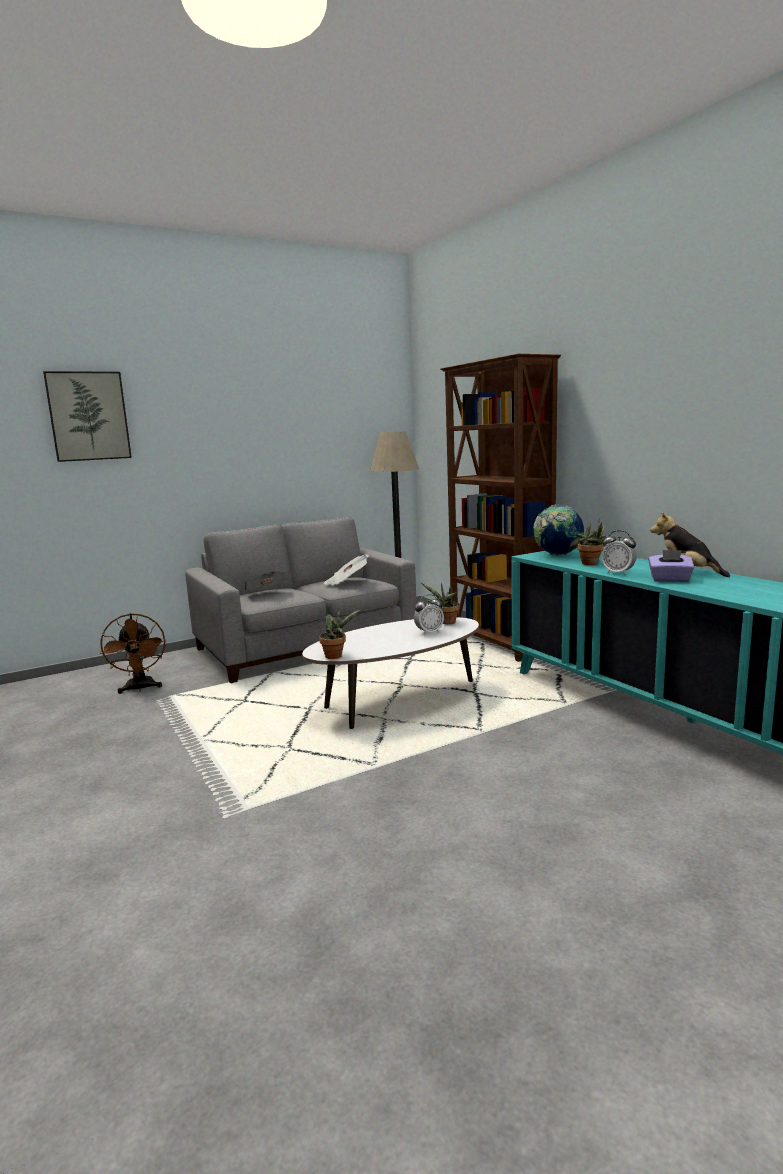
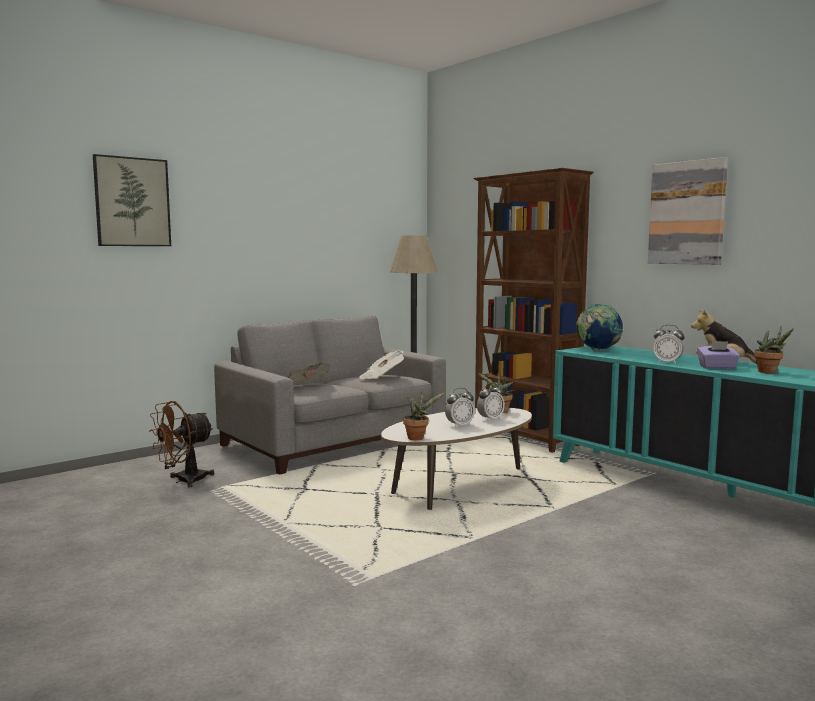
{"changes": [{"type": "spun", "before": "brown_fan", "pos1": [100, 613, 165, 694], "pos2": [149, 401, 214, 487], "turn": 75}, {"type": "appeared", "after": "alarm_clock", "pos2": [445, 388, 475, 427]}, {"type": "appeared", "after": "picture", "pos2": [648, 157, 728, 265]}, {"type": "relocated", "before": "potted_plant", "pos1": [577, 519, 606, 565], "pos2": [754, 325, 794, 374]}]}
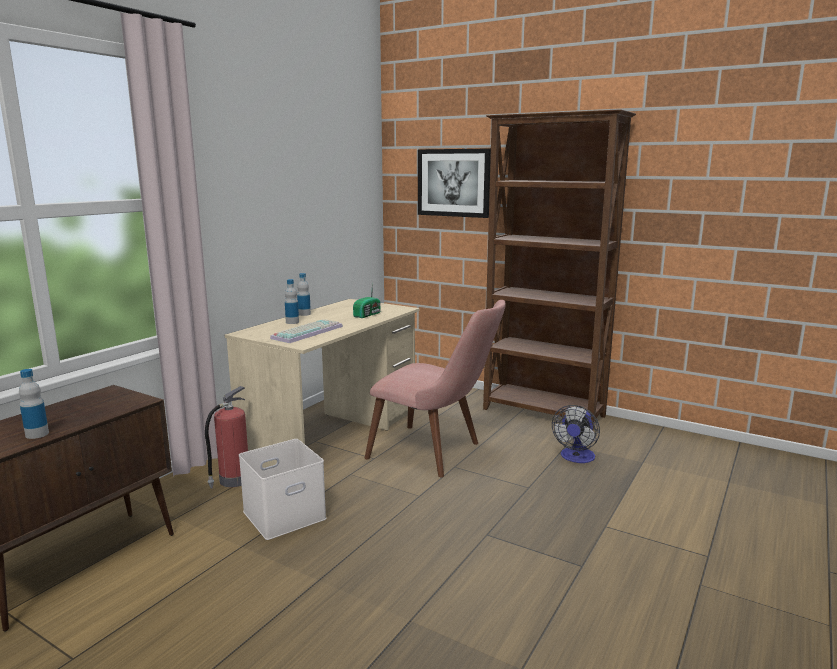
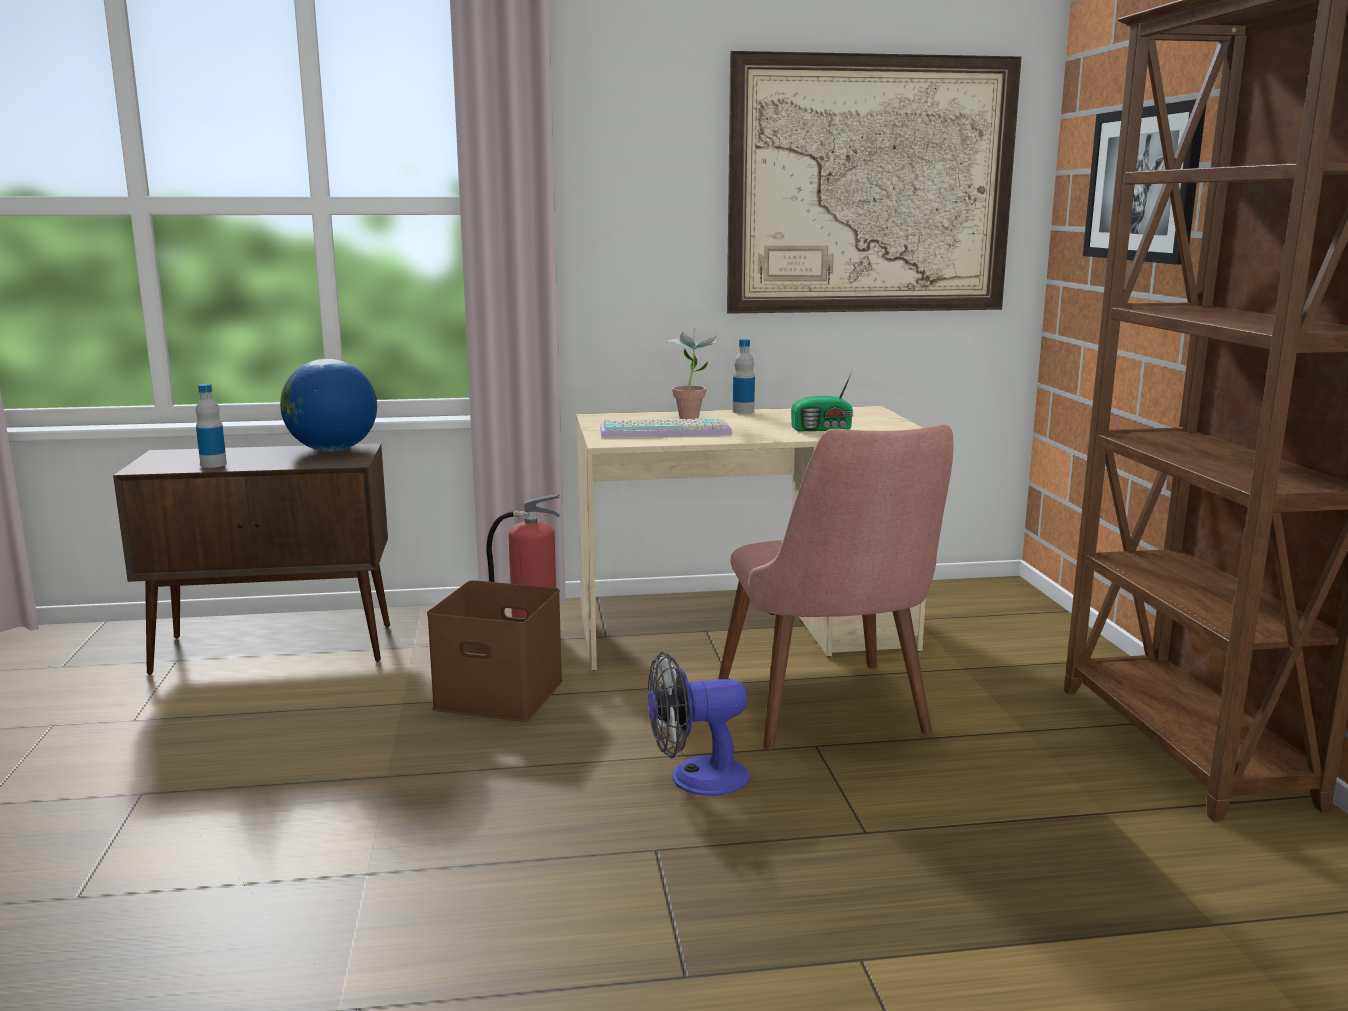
{"changes": [{"type": "appeared", "after": "globe", "pos2": [280, 359, 377, 452]}, {"type": "colour", "before": "white_storage_box", "after": "brown_storage_box", "pos1": [239, 439, 326, 540], "pos2": [427, 580, 563, 722]}, {"type": "relocated", "before": "fan", "pos1": [552, 405, 600, 463], "pos2": [648, 652, 750, 796]}, {"type": "exchanged", "before": "bottle", "after": "potted_plant", "pos1": [285, 279, 299, 324], "pos2": [667, 329, 717, 420]}, {"type": "appeared", "after": "picture", "pos2": [727, 51, 1022, 314]}]}
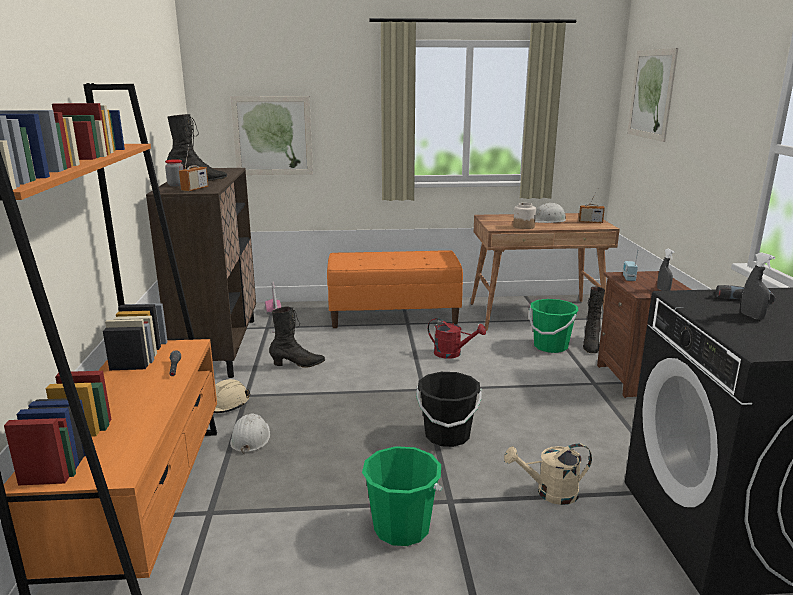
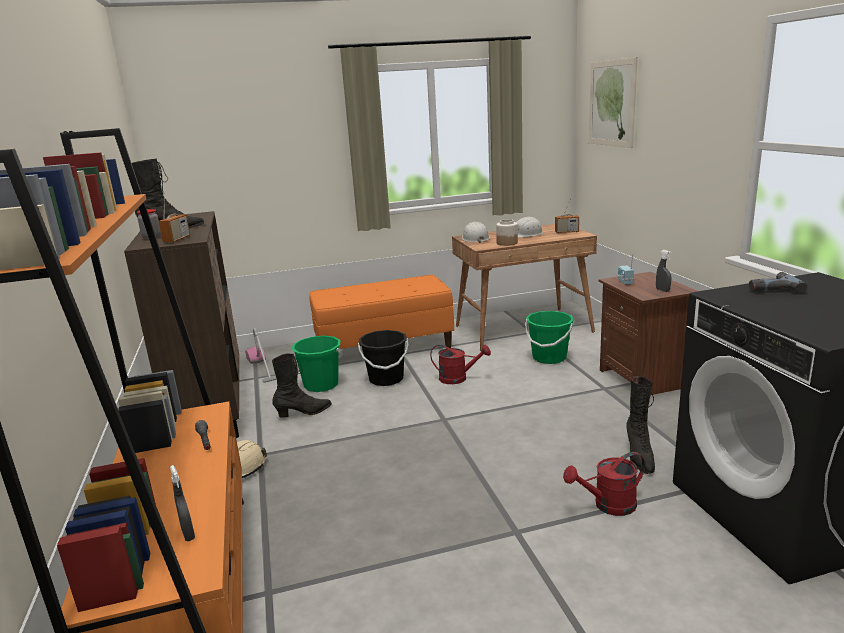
{"changes": [{"type": "relocated", "before": "grey_spray_bottle", "pos1": [741, 252, 775, 320], "pos2": [170, 465, 195, 541]}, {"type": "relocated", "before": "green_bucket", "pos1": [362, 446, 443, 546], "pos2": [292, 336, 343, 392]}, {"type": "relocated", "before": "black_bucket", "pos1": [416, 372, 481, 447], "pos2": [358, 330, 408, 386]}, {"type": "relocated", "before": "white_hard_hat", "pos1": [230, 414, 270, 454], "pos2": [462, 222, 490, 243]}, {"type": "colour", "before": "beige_watering_can", "after": "red_watering_can", "pos1": [504, 443, 592, 505], "pos2": [563, 452, 645, 516]}, {"type": "relocated", "before": "black_boot", "pos1": [583, 287, 605, 353], "pos2": [627, 376, 655, 474]}, {"type": "missing", "before": "picture", "pos1": [231, 96, 313, 175]}]}
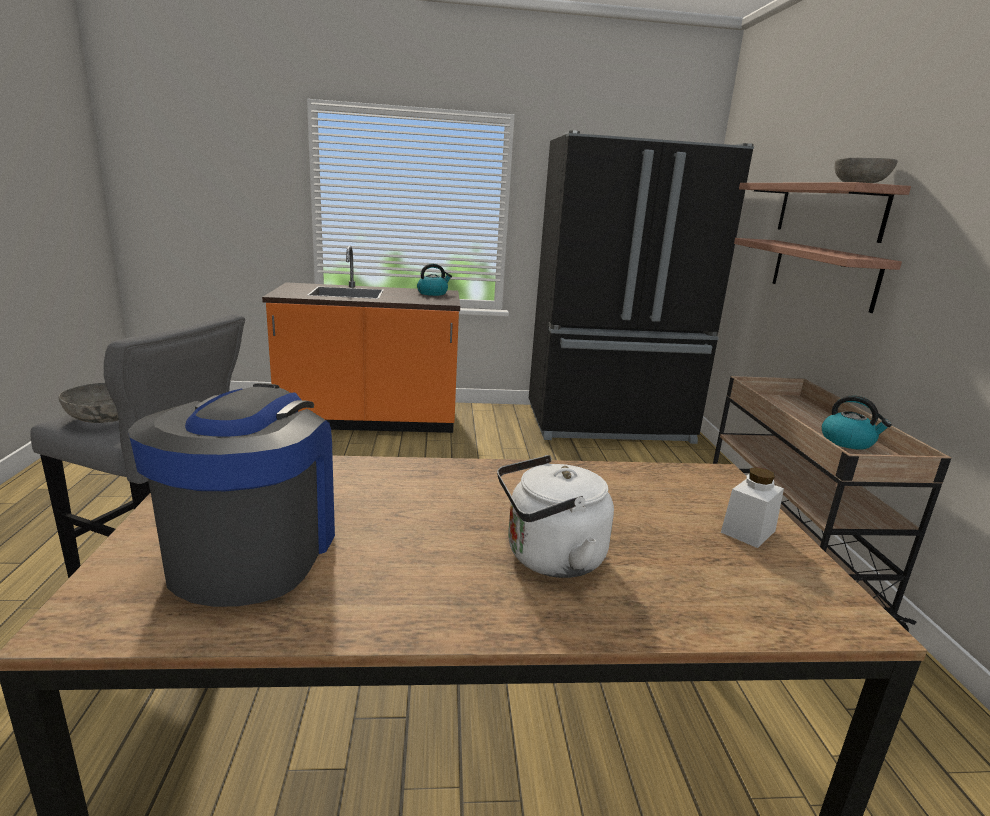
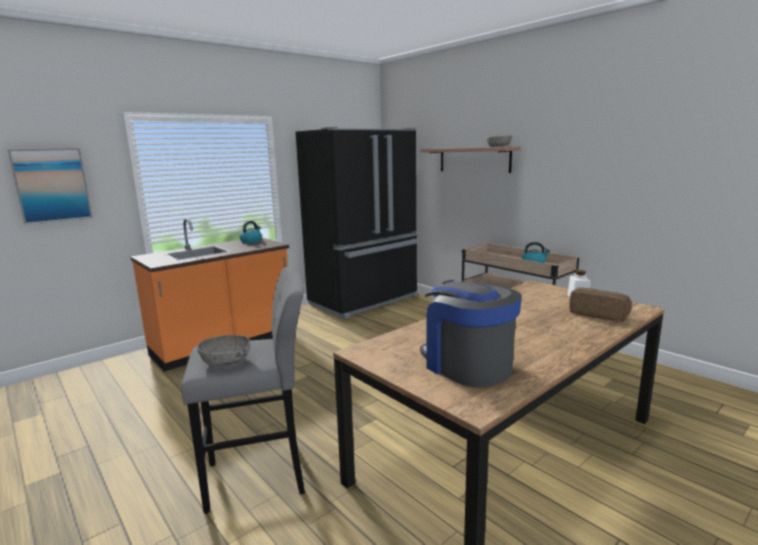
{"changes": [{"type": "appeared", "after": "picture", "pos2": [7, 148, 93, 225]}, {"type": "appeared", "after": "bread", "pos2": [569, 288, 632, 322]}, {"type": "missing", "before": "white_kettle", "pos1": [497, 455, 614, 578]}, {"type": "missing", "before": "shelf", "pos1": [734, 238, 902, 313]}]}
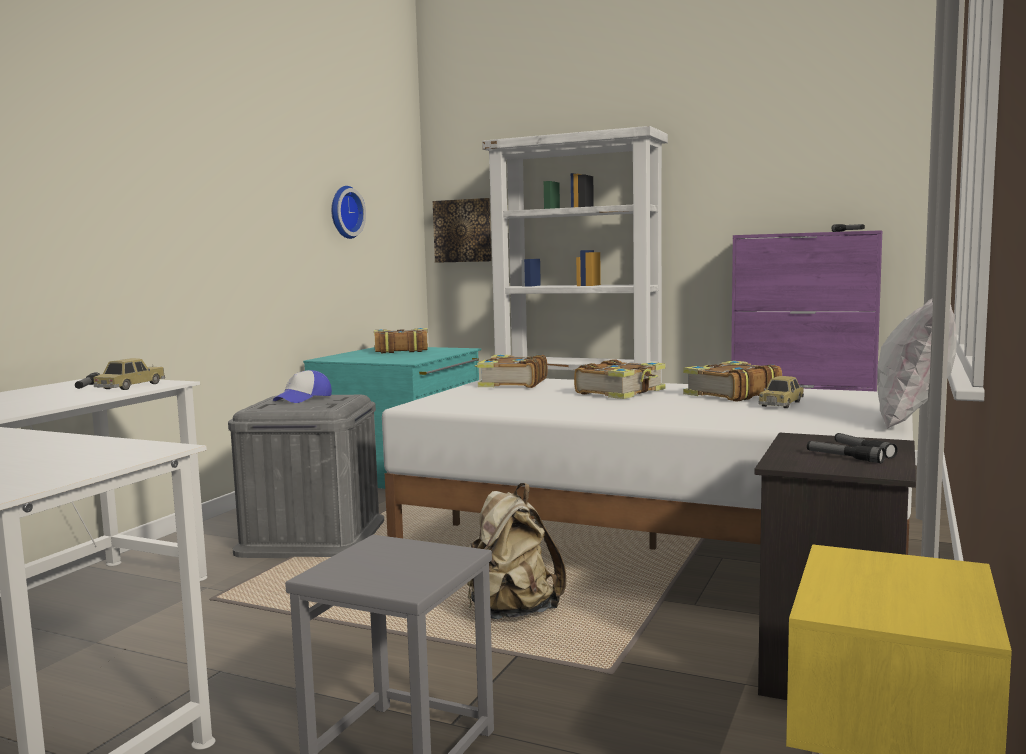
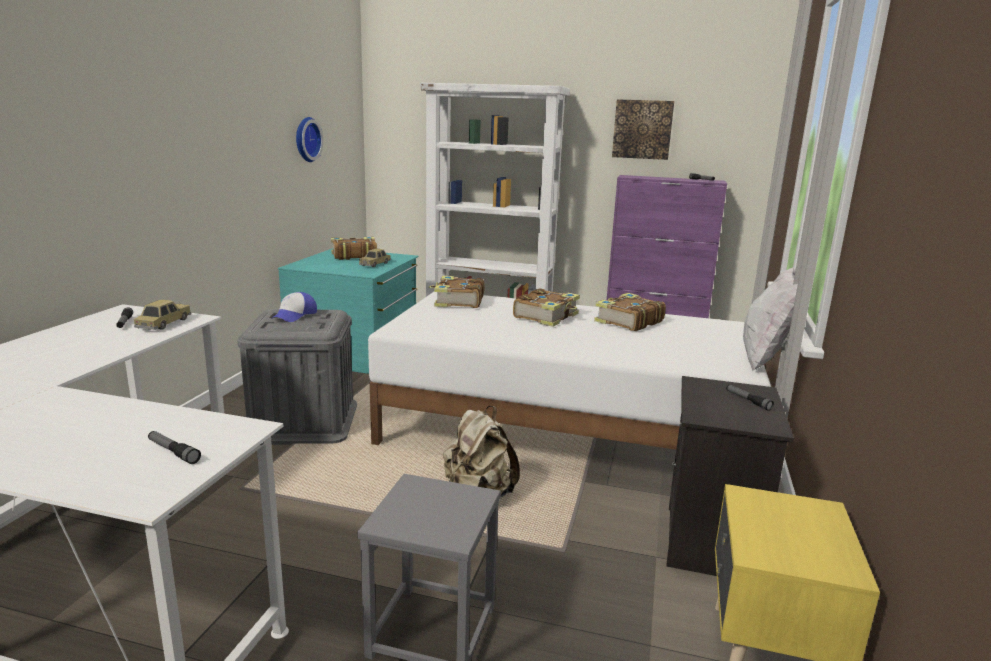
{"changes": [{"type": "relocated", "before": "flashlight", "pos1": [807, 441, 885, 463], "pos2": [148, 431, 201, 464]}, {"type": "relocated", "before": "toy_car", "pos1": [759, 376, 804, 408], "pos2": [359, 249, 391, 267]}, {"type": "relocated", "before": "picture", "pos1": [433, 198, 492, 263], "pos2": [612, 99, 674, 160]}]}
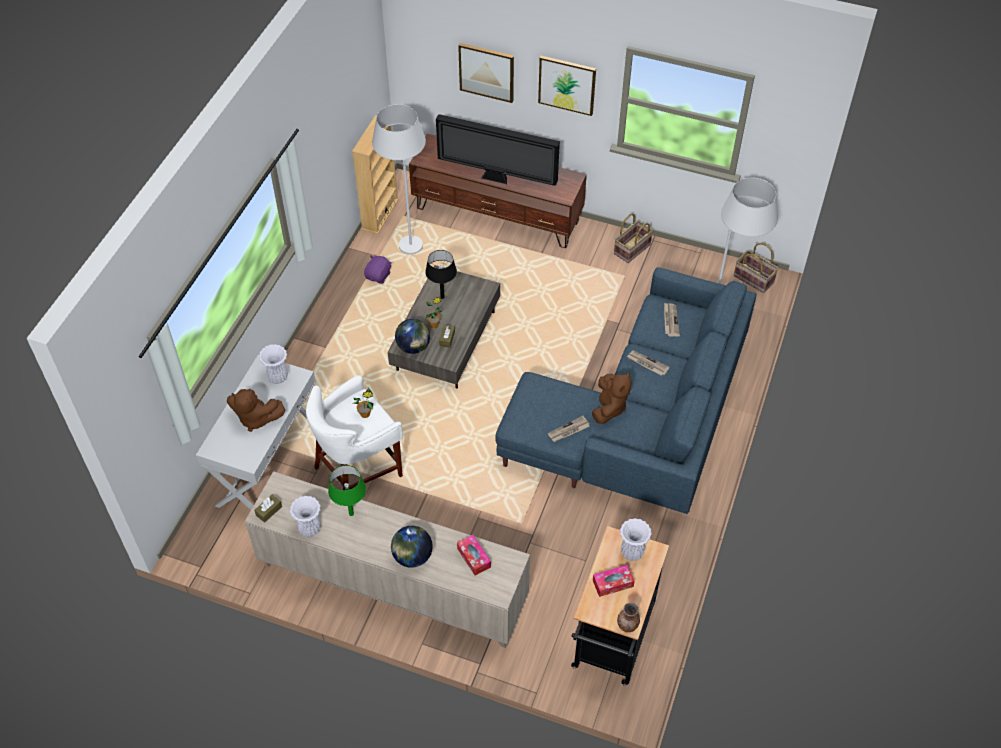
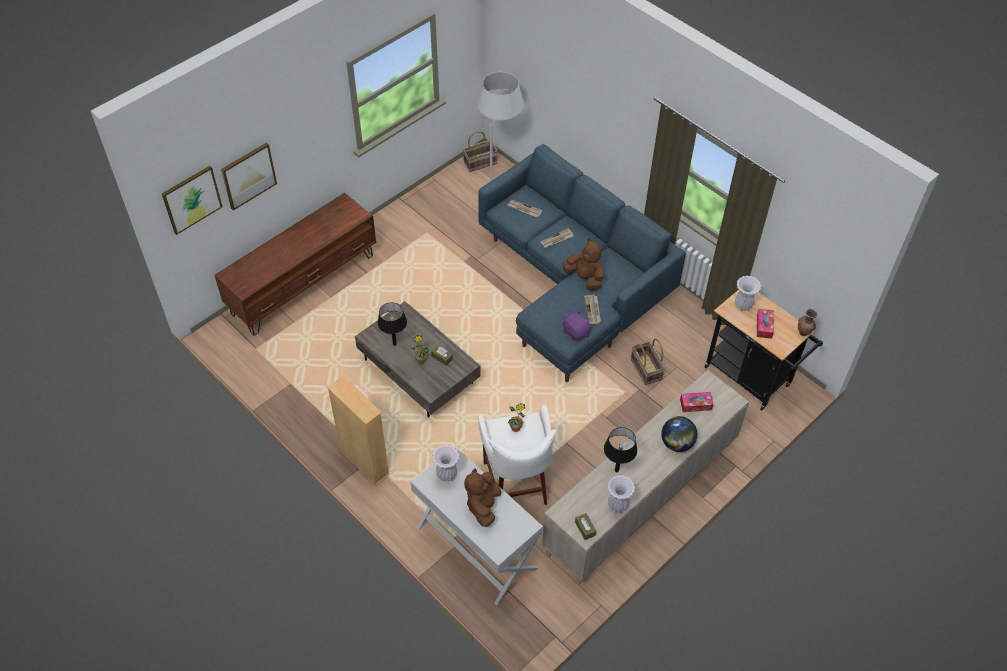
{"changes": [{"type": "relocated", "before": "picture", "pos1": [538, 56, 596, 116], "pos2": [162, 166, 222, 235]}, {"type": "relocated", "before": "beige_bookcase", "pos1": [352, 116, 399, 234], "pos2": [327, 376, 390, 485]}, {"type": "spun", "before": "brown_plush_toy", "pos1": [227, 389, 286, 432], "pos2": [464, 468, 502, 527], "turn": 150}, {"type": "relocated", "before": "purple_plush_toy", "pos1": [364, 255, 391, 284], "pos2": [562, 311, 591, 341]}, {"type": "colour", "before": "green_table_lamp", "after": "black_table_lamp", "pos1": [328, 465, 366, 516], "pos2": [604, 427, 637, 472]}, {"type": "relocated", "before": "basket", "pos1": [614, 214, 653, 263], "pos2": [631, 338, 665, 385]}, {"type": "missing", "before": "white_floor_lamp", "pos1": [372, 104, 426, 255]}, {"type": "missing", "before": "globe", "pos1": [395, 319, 430, 354]}, {"type": "missing", "before": "television", "pos1": [436, 114, 560, 186]}]}
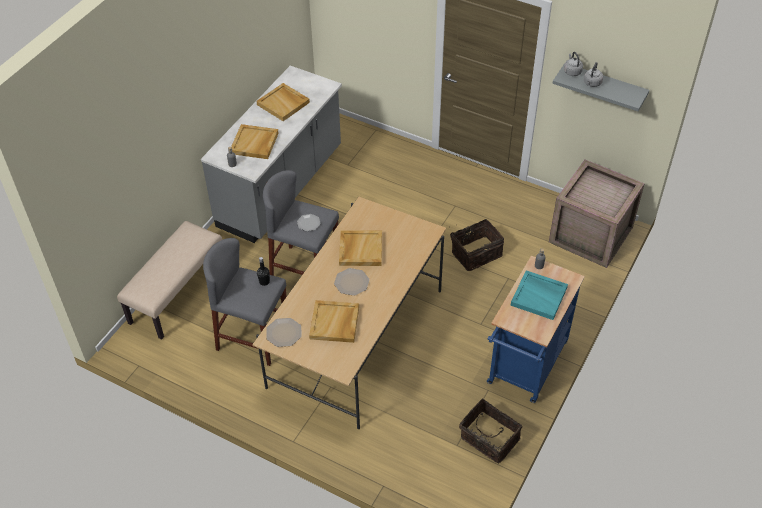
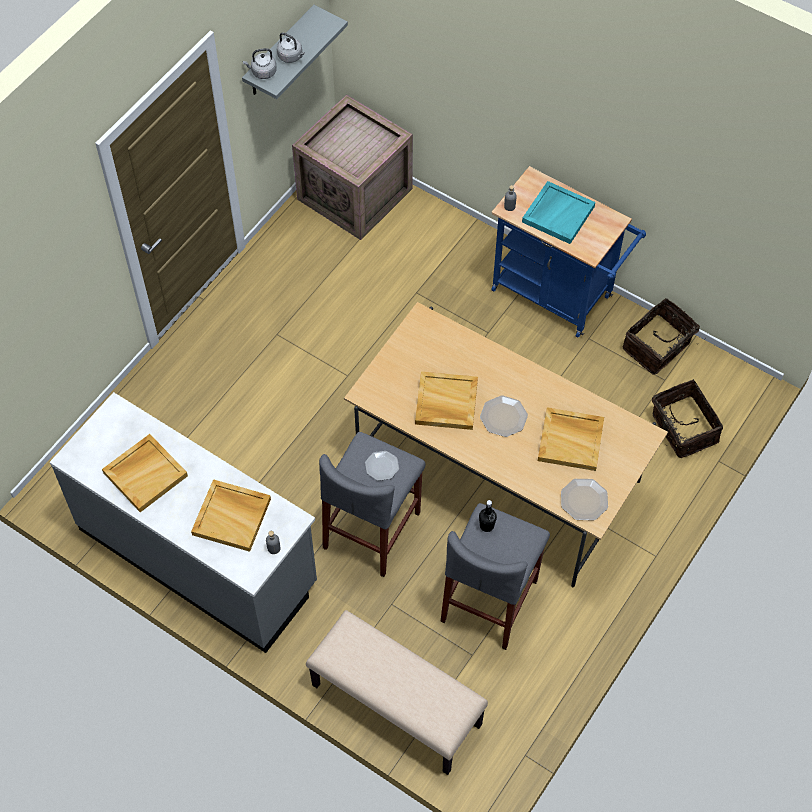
{"changes": [{"type": "relocated", "before": "basket", "pos1": [450, 219, 504, 271], "pos2": [652, 379, 723, 458]}]}
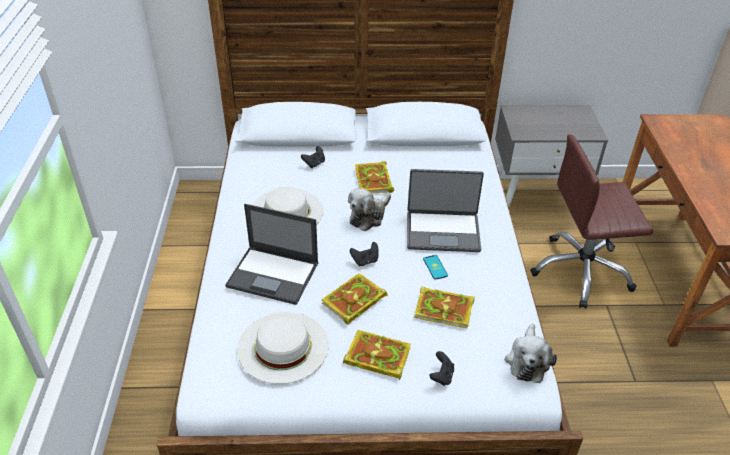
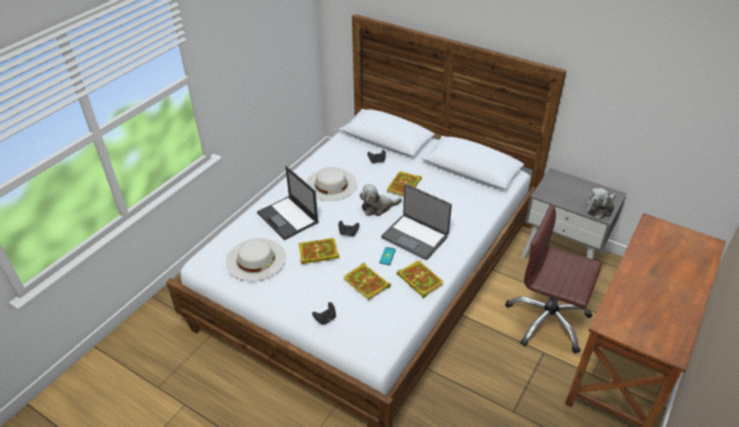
{"changes": [{"type": "relocated", "before": "book", "pos1": [343, 330, 411, 380], "pos2": [396, 260, 444, 298]}, {"type": "relocated", "before": "plush_toy", "pos1": [505, 324, 557, 383], "pos2": [586, 188, 616, 220]}]}
